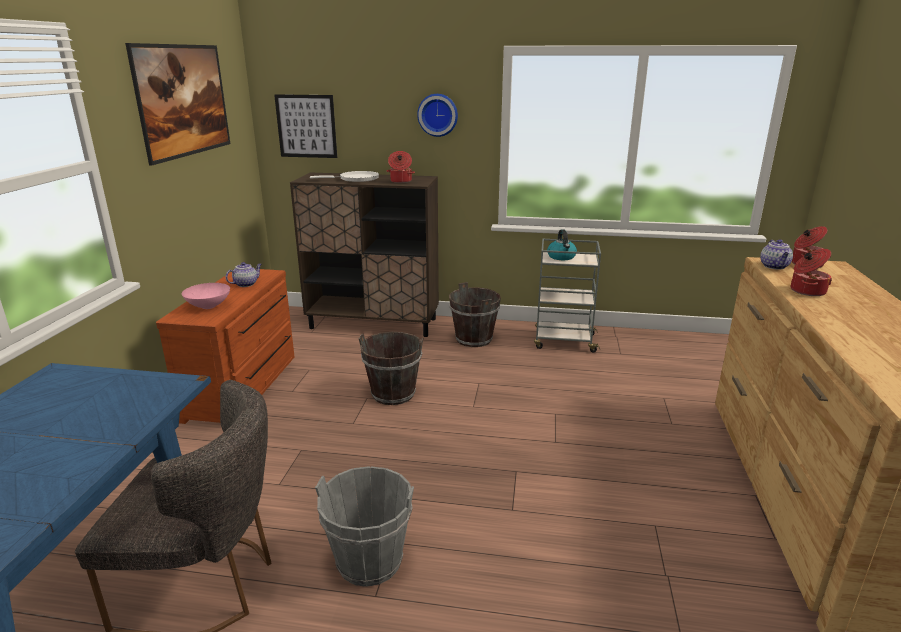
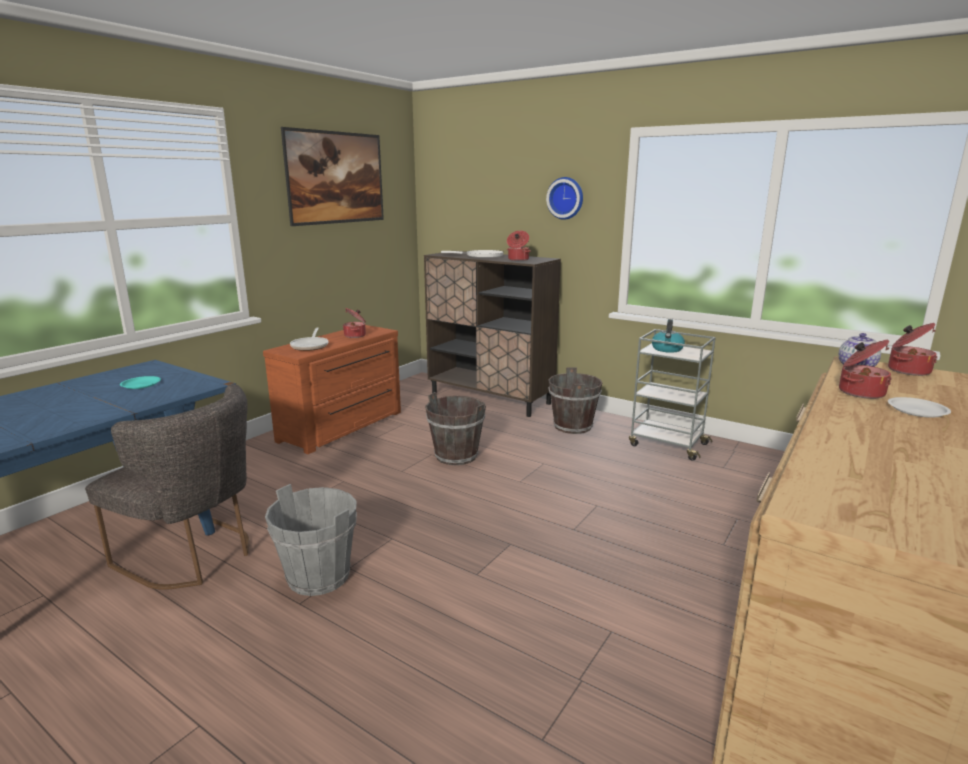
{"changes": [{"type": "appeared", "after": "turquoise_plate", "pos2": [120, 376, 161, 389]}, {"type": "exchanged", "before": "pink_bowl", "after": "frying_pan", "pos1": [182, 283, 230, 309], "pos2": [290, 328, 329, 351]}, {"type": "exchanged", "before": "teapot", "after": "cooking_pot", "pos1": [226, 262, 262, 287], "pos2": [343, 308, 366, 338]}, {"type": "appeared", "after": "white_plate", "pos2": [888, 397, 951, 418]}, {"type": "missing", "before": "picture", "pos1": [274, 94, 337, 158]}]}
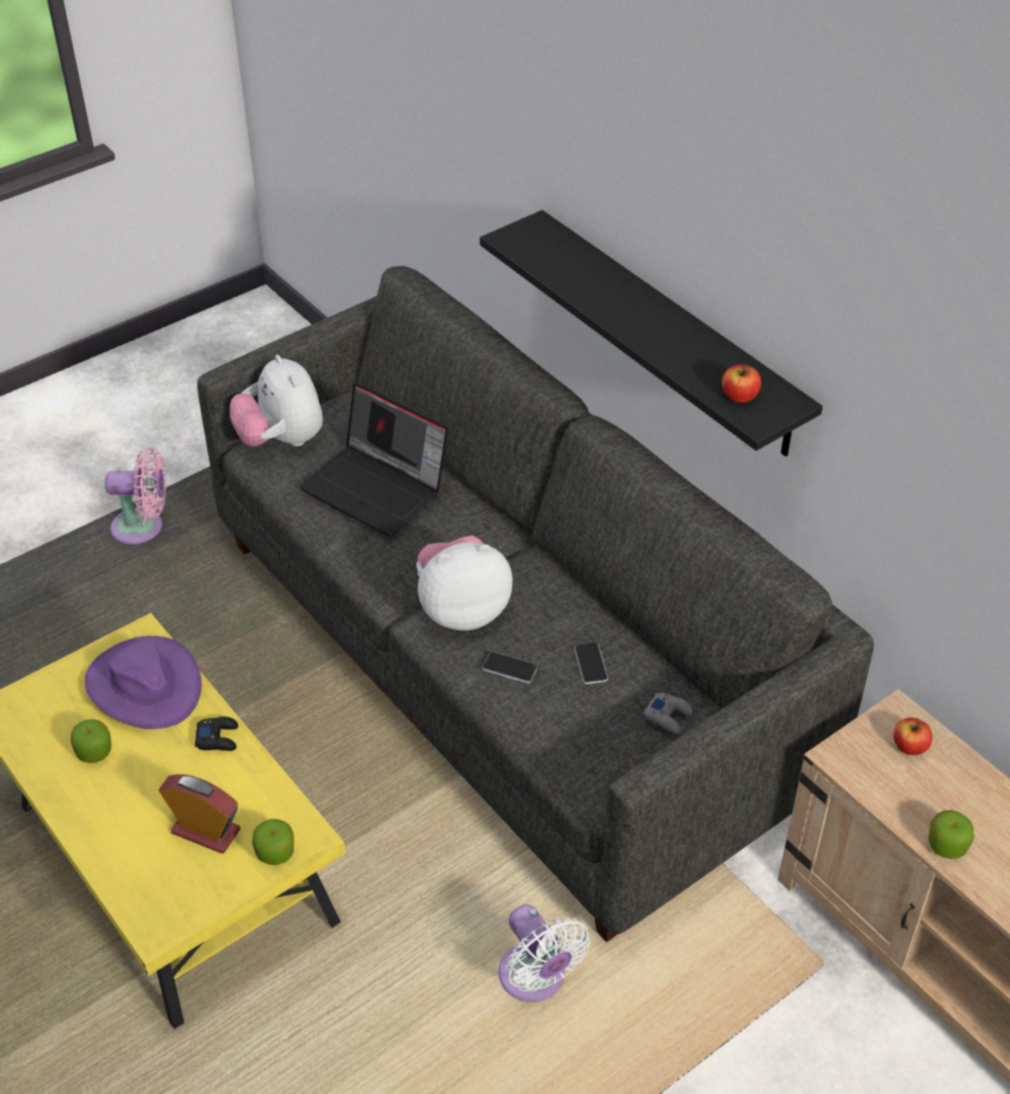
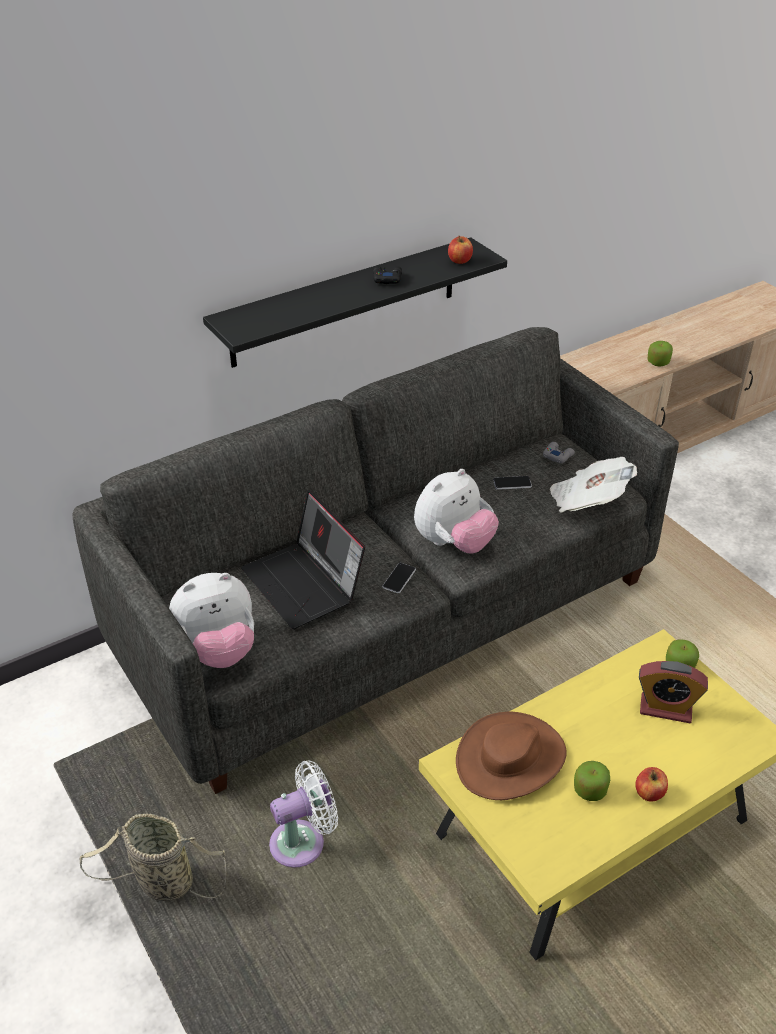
{"changes": [{"type": "exchanged", "before": "pink_fan", "after": "basket", "pos1": [105, 448, 166, 545], "pos2": [80, 813, 226, 901]}, {"type": "spun", "before": "laptop", "pos1": [300, 383, 448, 536], "pos2": [241, 490, 365, 629], "turn": 105}, {"type": "relocated", "before": "white_fan", "pos1": [498, 904, 590, 1002], "pos2": [269, 760, 338, 868]}, {"type": "relocated", "before": "black_game_controller", "pos1": [195, 716, 238, 751], "pos2": [373, 266, 402, 284]}, {"type": "relocated", "before": "phone", "pos1": [482, 652, 538, 683], "pos2": [382, 563, 416, 593]}, {"type": "spun", "before": "plush_toy", "pos1": [416, 535, 513, 630], "pos2": [414, 469, 499, 554], "turn": -120}, {"type": "colour", "before": "purple_hat", "after": "brown_hat", "pos1": [85, 636, 202, 729], "pos2": [456, 712, 567, 800]}, {"type": "appeared", "after": "newspaper", "pos2": [550, 457, 637, 513]}, {"type": "relocated", "before": "apple", "pos1": [893, 718, 932, 755], "pos2": [635, 767, 668, 802]}, {"type": "spun", "before": "alarm_clock", "pos1": [159, 774, 240, 854], "pos2": [639, 661, 708, 723], "turn": -105}]}
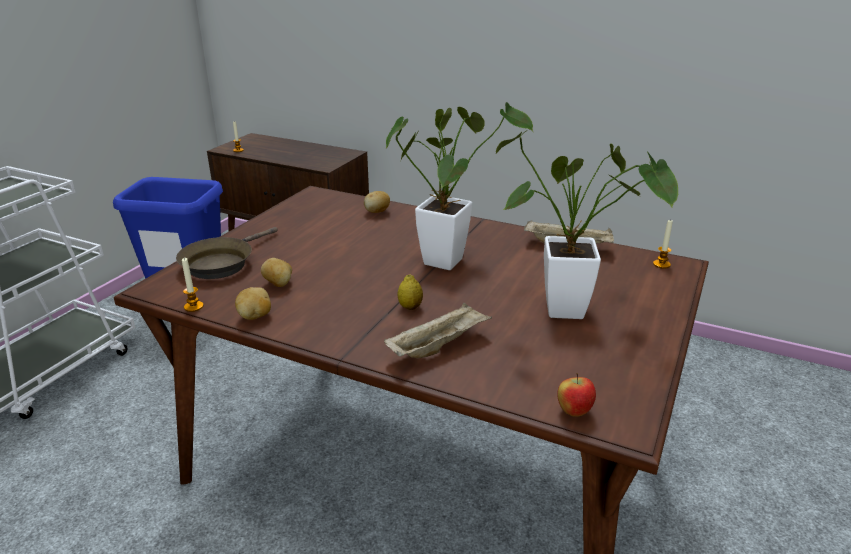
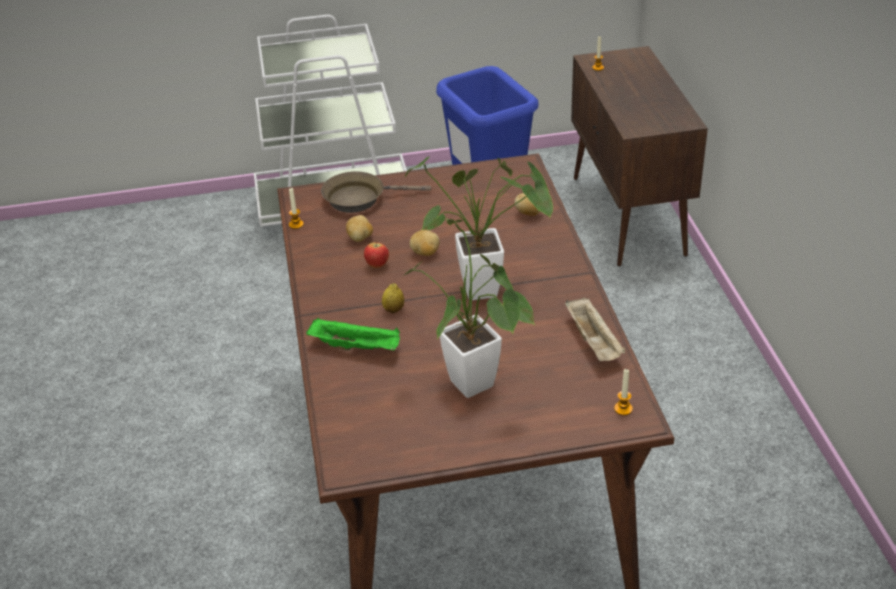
{"changes": [{"type": "colour", "before": "beige_tray", "after": "green_tray", "pos1": [384, 303, 492, 358], "pos2": [306, 318, 400, 351]}, {"type": "relocated", "before": "apple", "pos1": [557, 373, 596, 417], "pos2": [364, 240, 389, 268]}, {"type": "relocated", "before": "potato", "pos1": [235, 287, 271, 320], "pos2": [410, 230, 440, 256]}]}
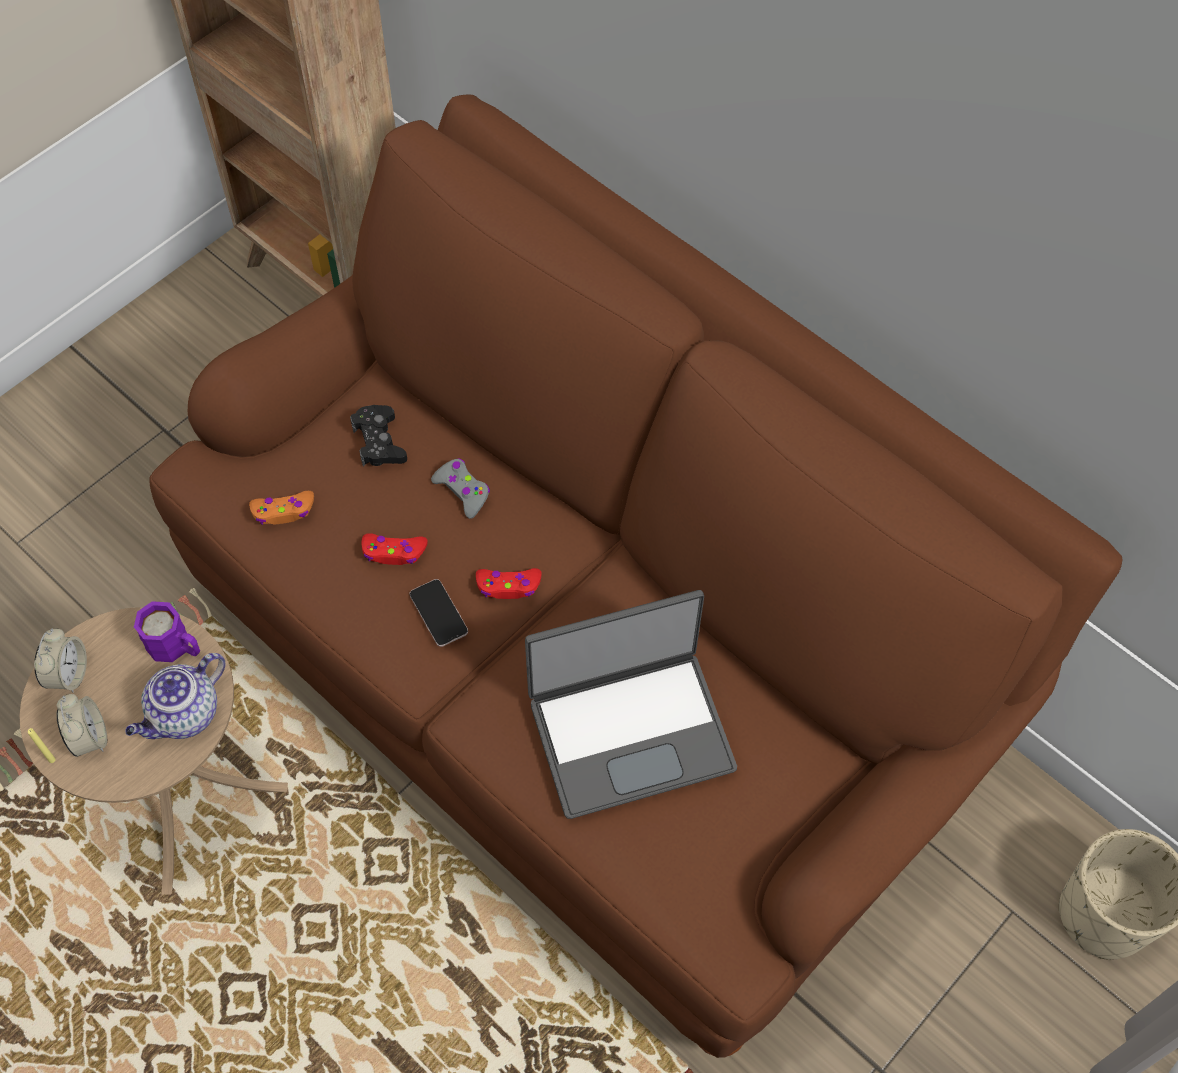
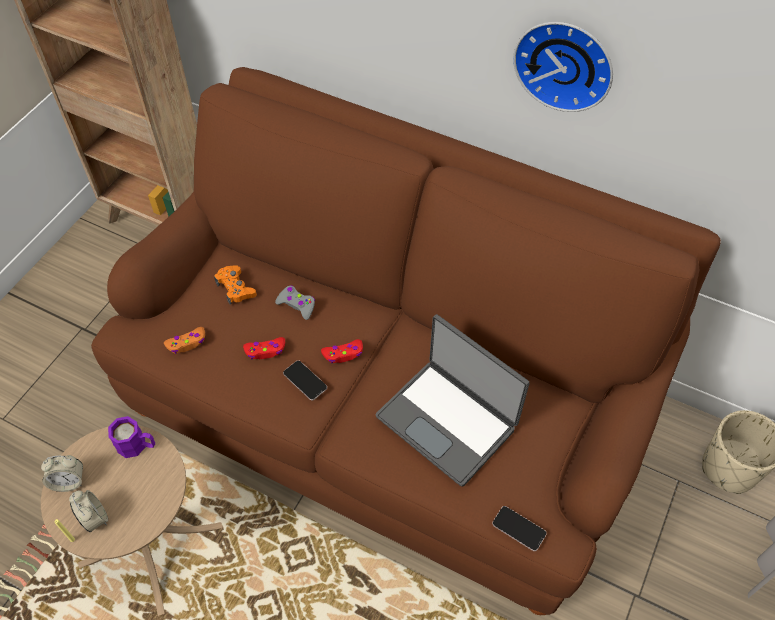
{"changes": [{"type": "spun", "before": "alarm_clock", "pos1": [34, 629, 87, 693], "pos2": [41, 455, 83, 492], "turn": 90}, {"type": "colour", "before": "black_game_controller", "after": "orange_game_controller", "pos1": [350, 405, 407, 467], "pos2": [214, 265, 257, 305]}, {"type": "spun", "before": "laptop", "pos1": [525, 590, 737, 819], "pos2": [376, 314, 529, 487], "turn": 75}, {"type": "appeared", "after": "phone", "pos2": [492, 506, 547, 551]}, {"type": "appeared", "after": "wall_clock", "pos2": [513, 22, 613, 112]}, {"type": "missing", "before": "teapot", "pos1": [125, 653, 225, 739]}]}
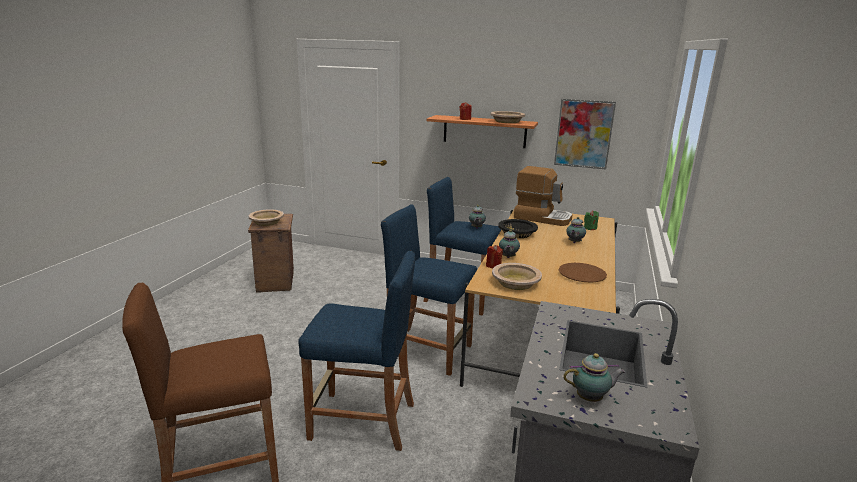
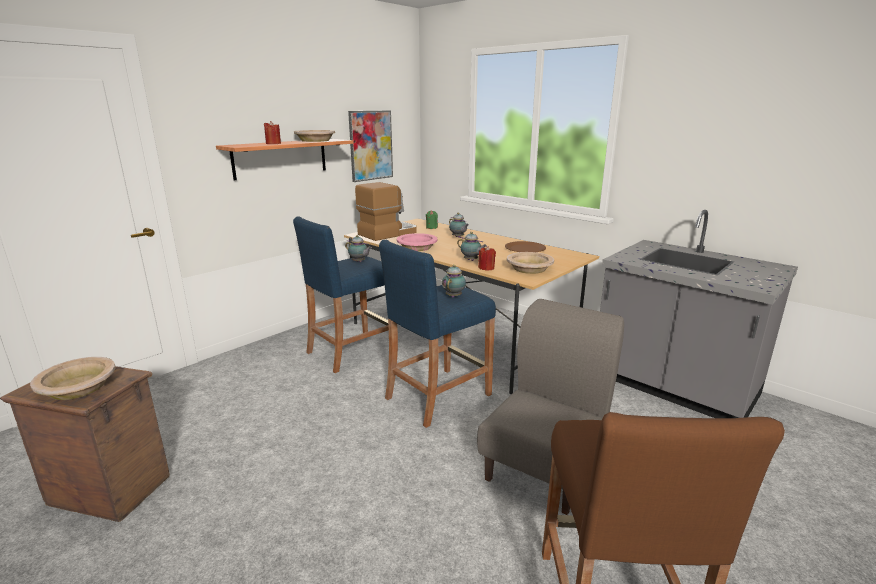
{"changes": [{"type": "colour", "before": "black_bowl", "after": "pink_bowl", "pos1": [498, 219, 538, 238], "pos2": [397, 233, 437, 251]}, {"type": "relocated", "before": "teapot", "pos1": [563, 353, 625, 402], "pos2": [442, 264, 466, 298]}, {"type": "exchanged", "before": "blue_stool", "after": "grey_chair", "pos1": [298, 251, 415, 451], "pos2": [477, 299, 624, 515]}]}
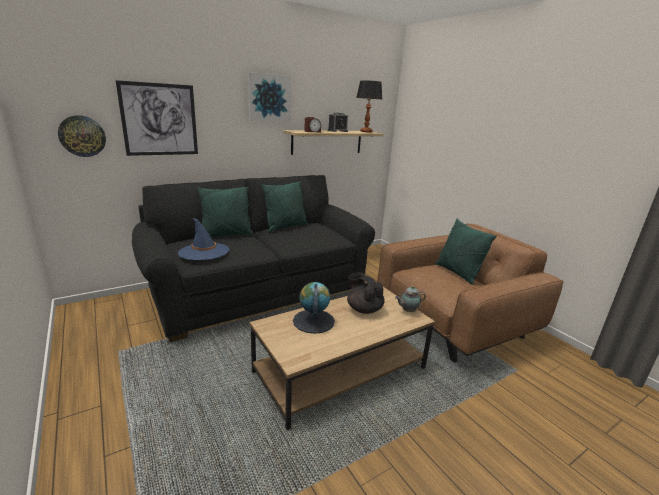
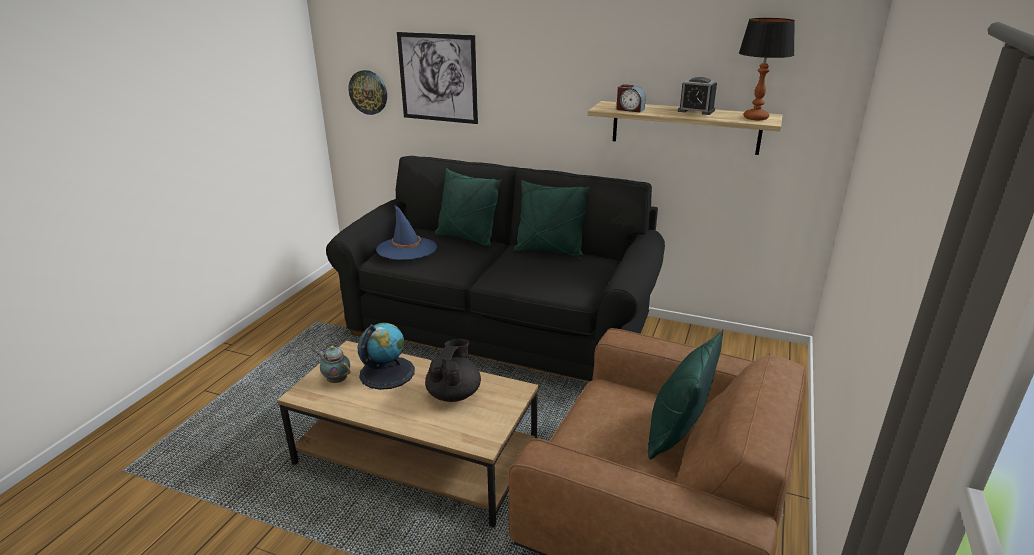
{"changes": [{"type": "relocated", "before": "teapot", "pos1": [395, 286, 426, 312], "pos2": [317, 346, 350, 383]}, {"type": "missing", "before": "picture", "pos1": [248, 72, 291, 122]}]}
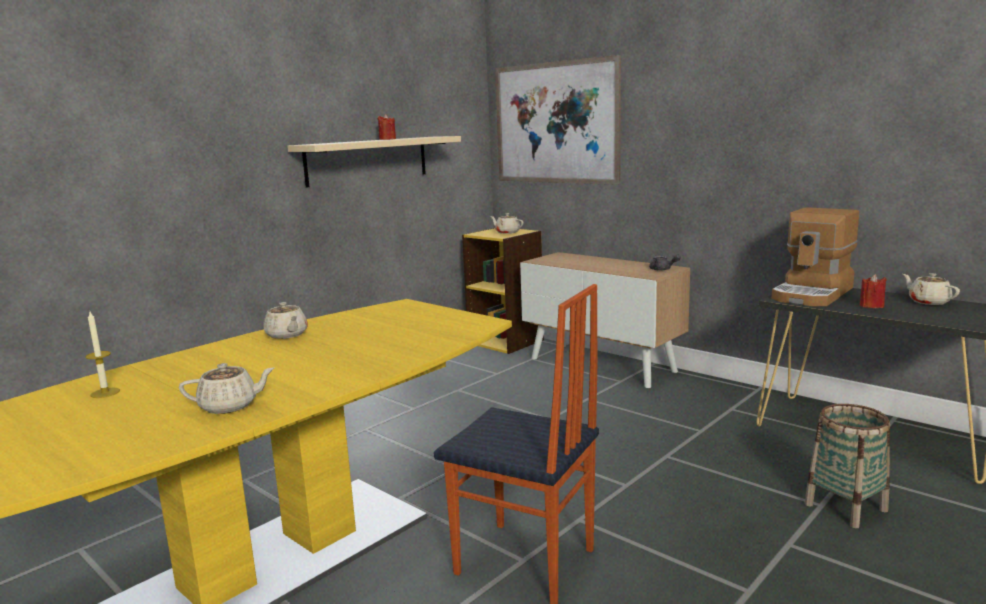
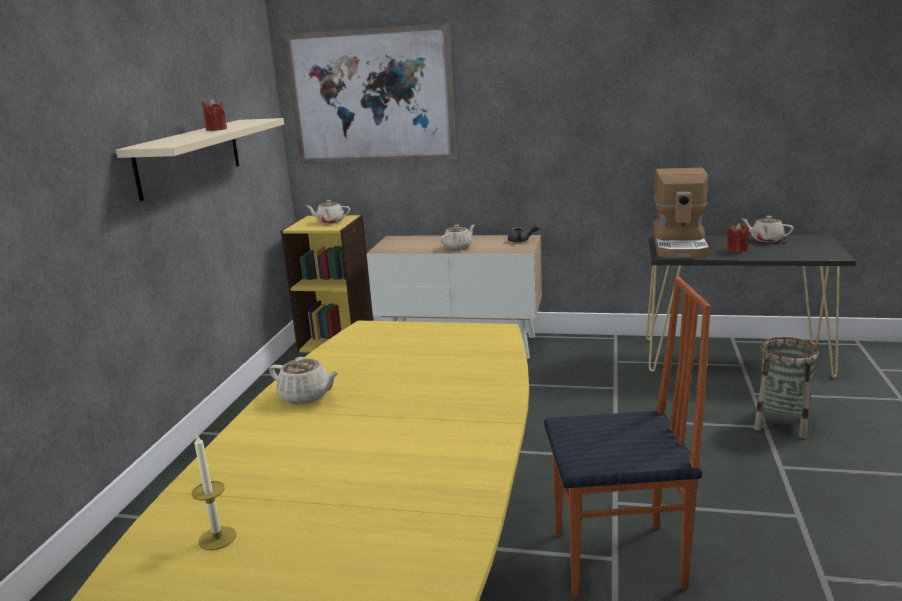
{"changes": [{"type": "relocated", "before": "beige_teapot", "pos1": [179, 363, 274, 414], "pos2": [440, 225, 475, 250]}]}
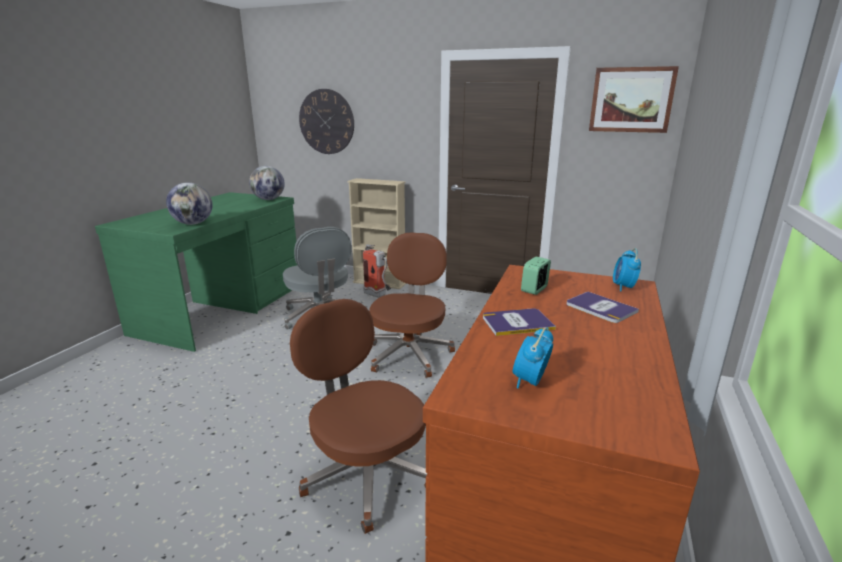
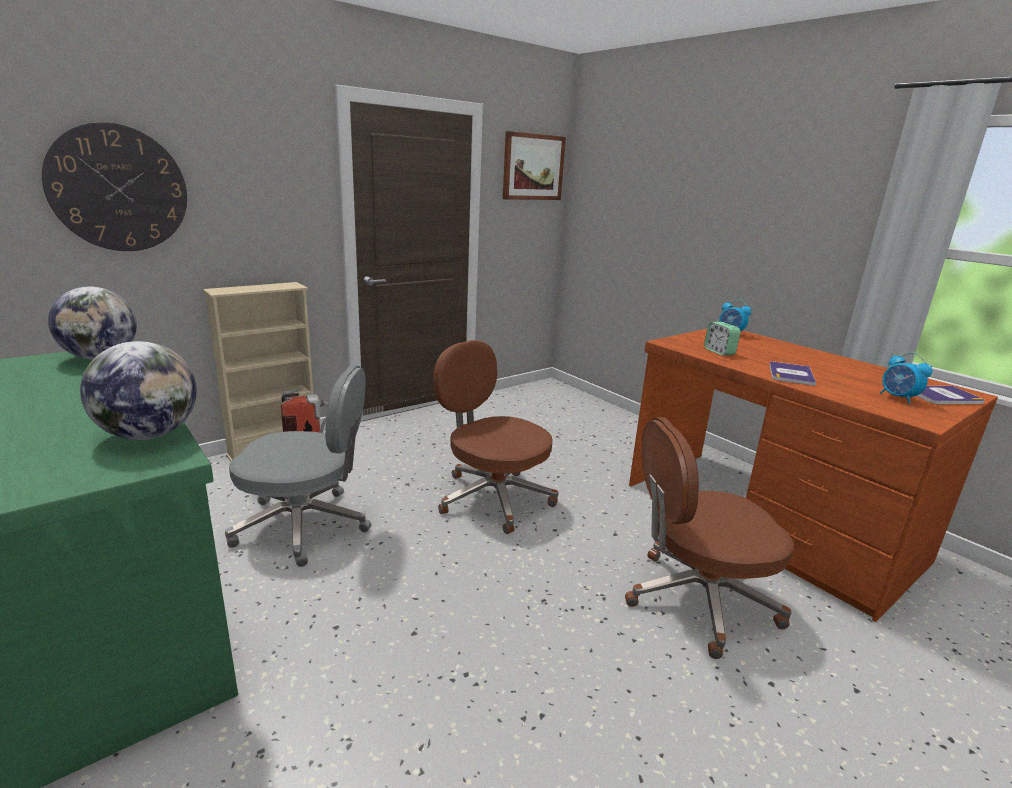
{"changes": [{"type": "relocated", "before": "book", "pos1": [566, 292, 639, 323], "pos2": [917, 386, 985, 404]}]}
